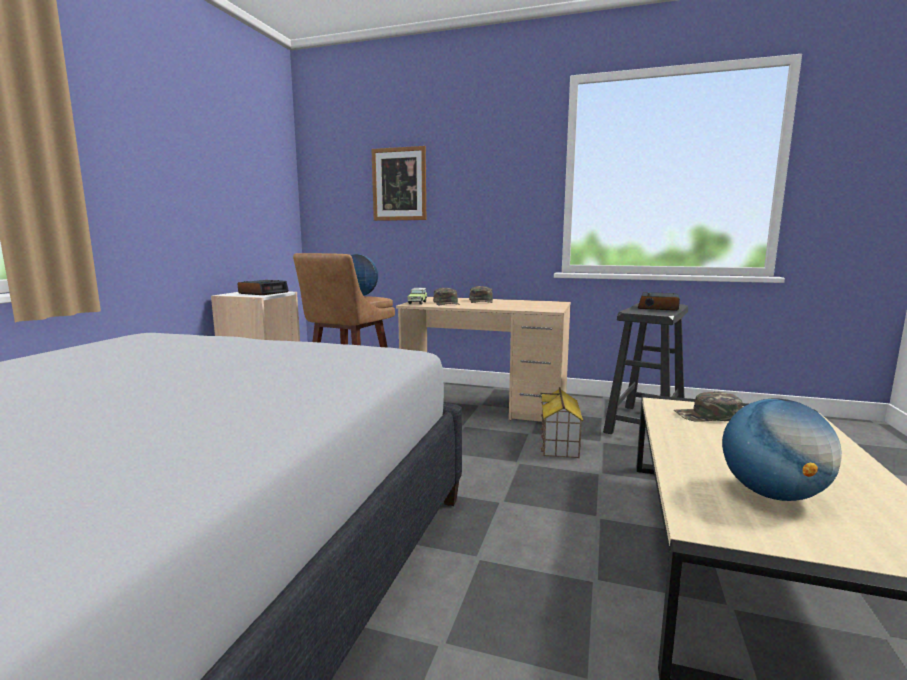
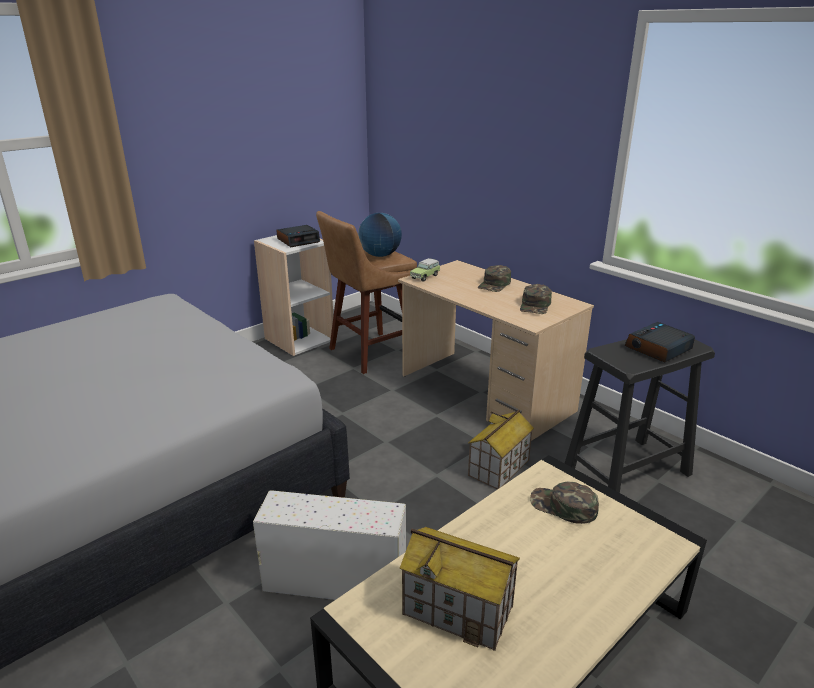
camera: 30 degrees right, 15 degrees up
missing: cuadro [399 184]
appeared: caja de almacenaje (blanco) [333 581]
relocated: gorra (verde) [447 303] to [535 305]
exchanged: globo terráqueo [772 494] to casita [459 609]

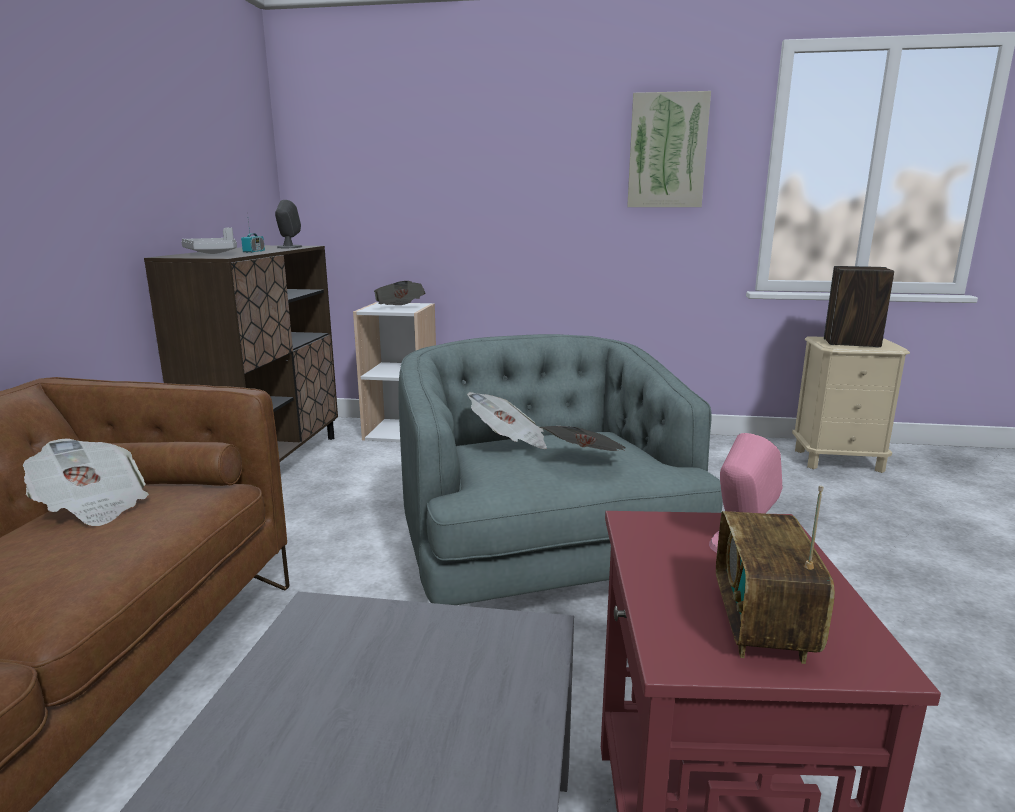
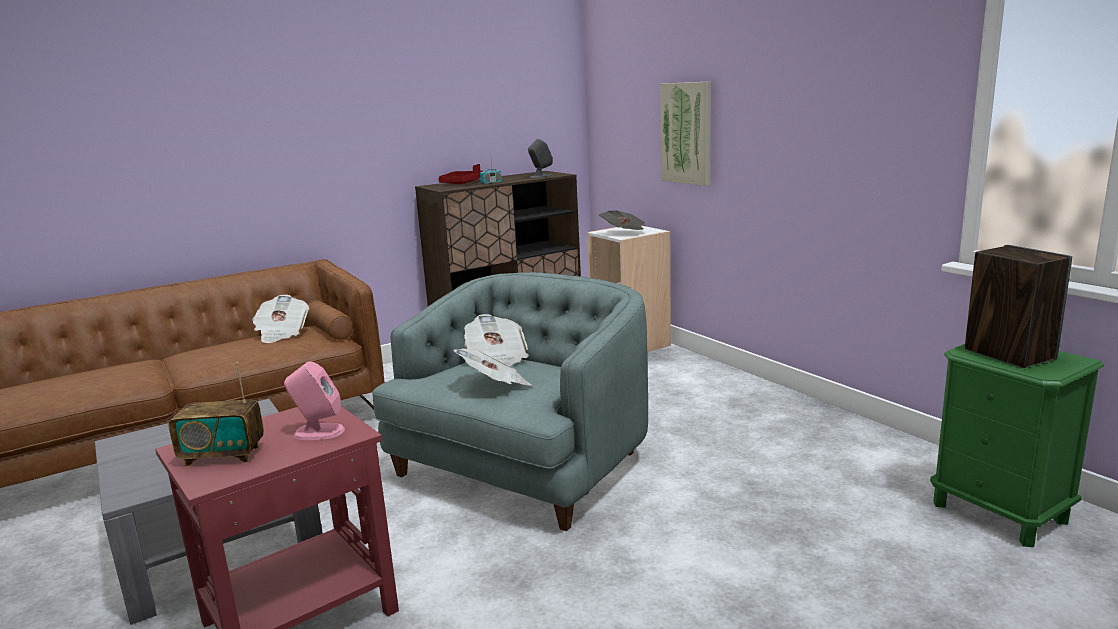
camera: 50 degrees right, 0 degrees up
relocated: cuadro [667 151] to [687 133]
colour: bandeja (gris) [212 253] to bandeja (rojo) [462 183]; mesita de noche (beis) [838 460] to mesita de noche (verde) [999 512]
spun: radio [762 625] = [223 455] 150 degrees counterclockwise

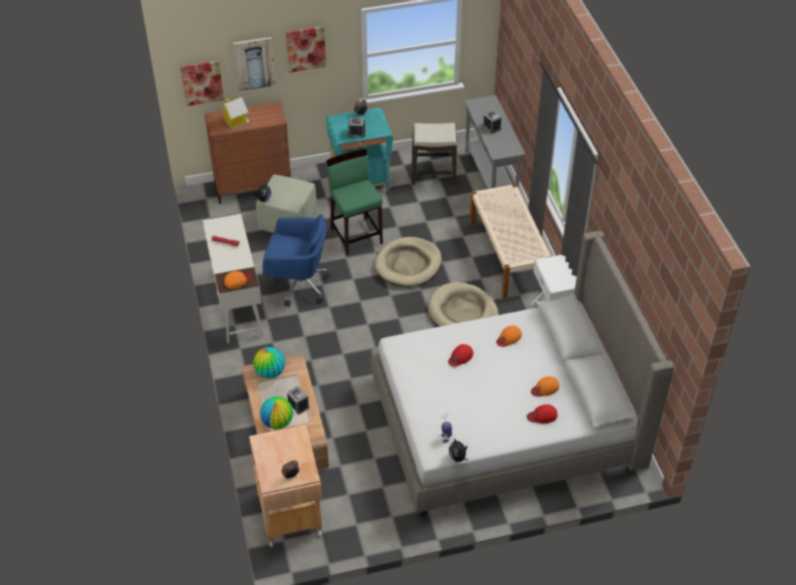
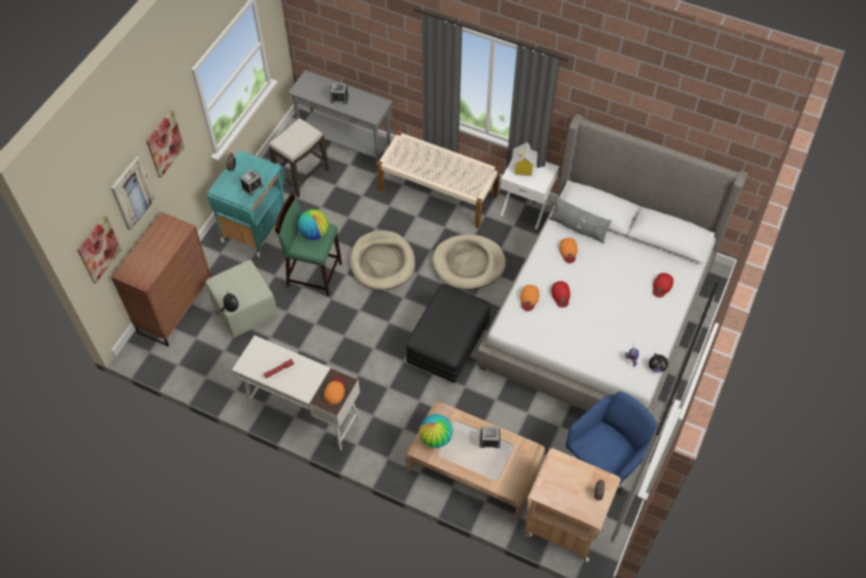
camera: 50 degrees left, 10 degrees up
appeared: puf (negro) [448 344]; cojín (gris) [578 228]
relocated: casita [235 121] to [523 168]; globo terráqueo [278 422] to [315 233]; silla de oficina (azul) [298 287] to [603 467]; gorra (naranja) [545 388] to [529 298]

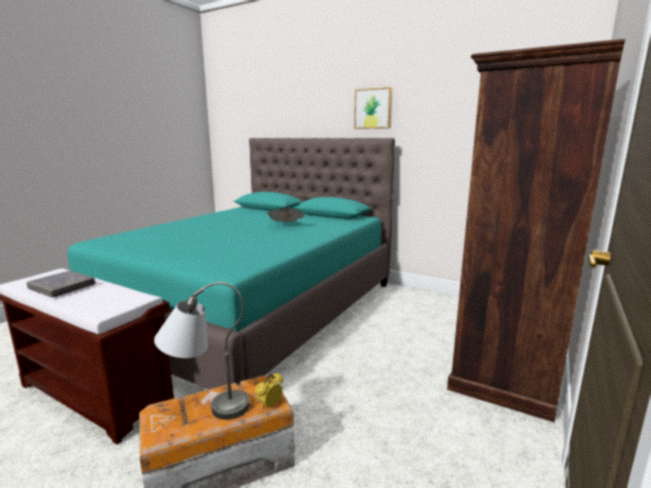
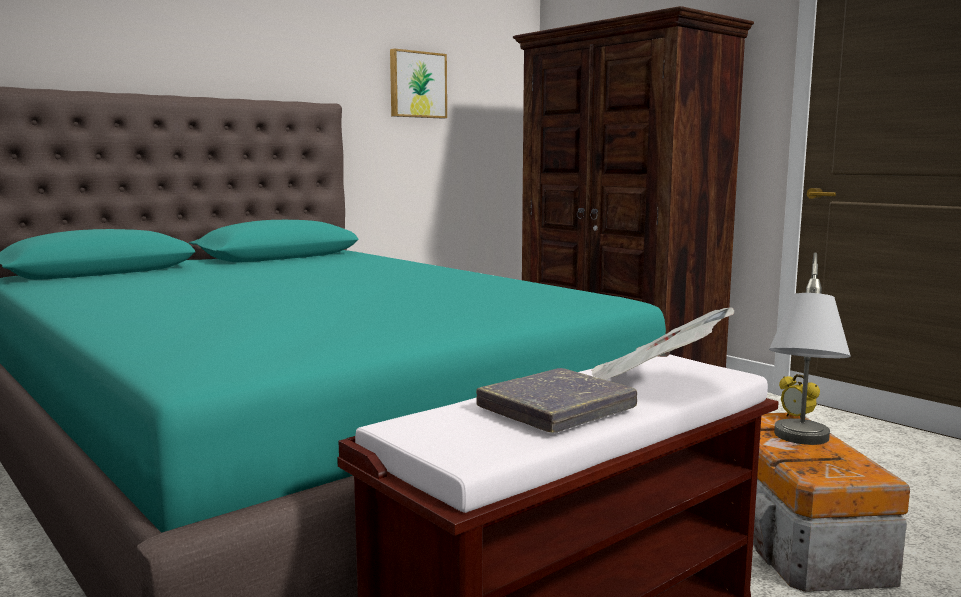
camera: 70 degrees left, 5 degrees down
relocated: periódico [286 225] to [654 382]; cuadro [373 108] to [417 85]

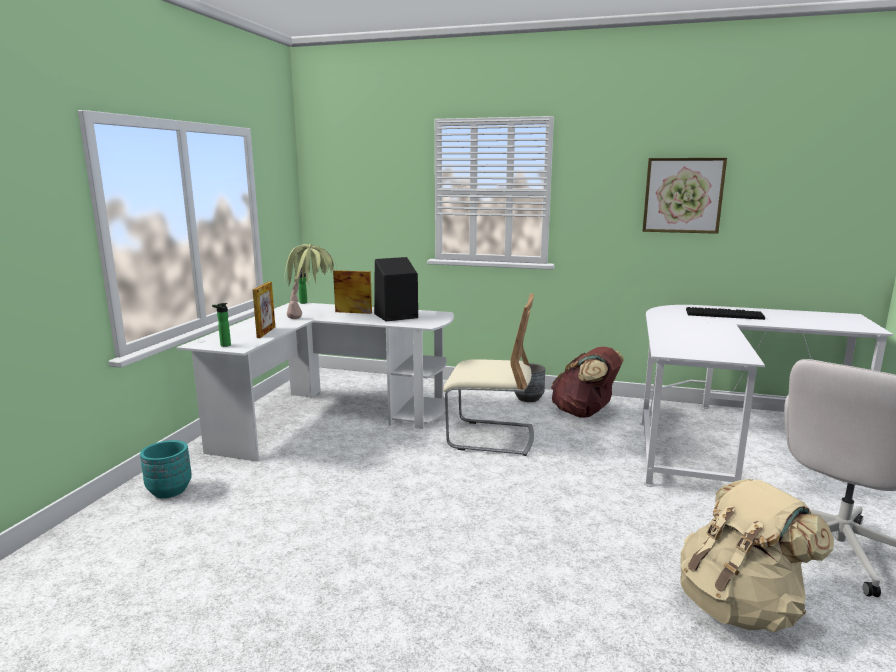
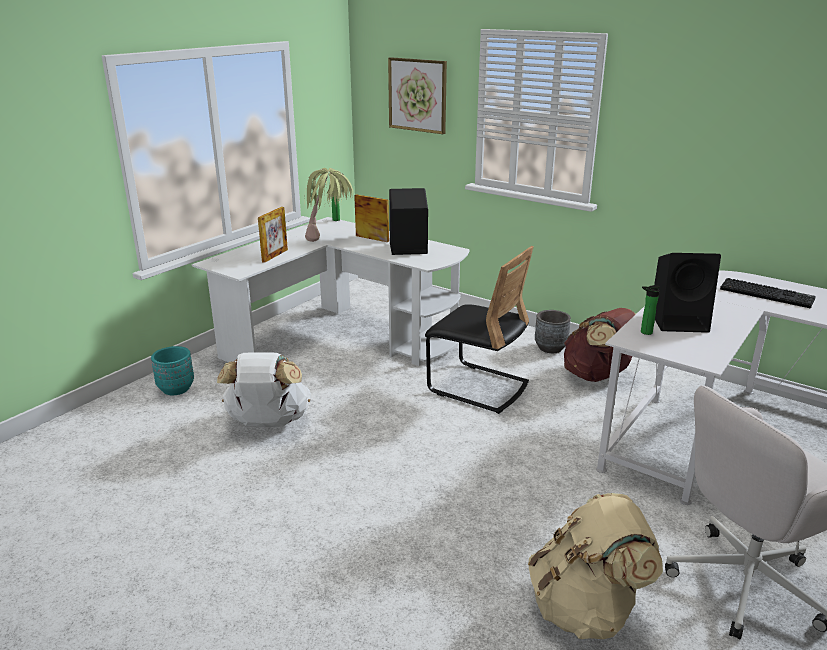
camera: 20 degrees right, 10 degrees up
appeared: mochila (blanco) [268 423]; altavoz (negro) [680 321]
relocated: botella [223 345] to [644 332]; cuadro [683 195] to [417 95]
colour: silla (beis) [490 437] to silla (negro) [478 387]

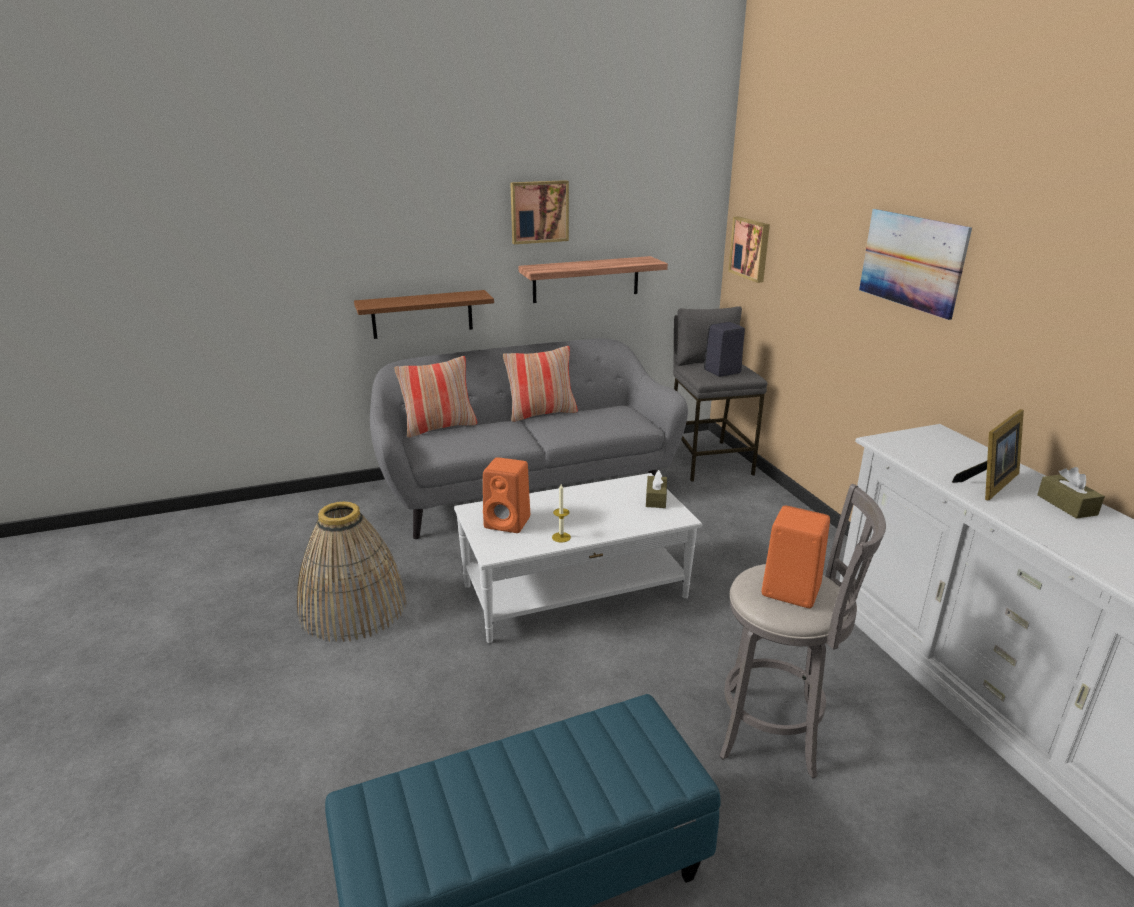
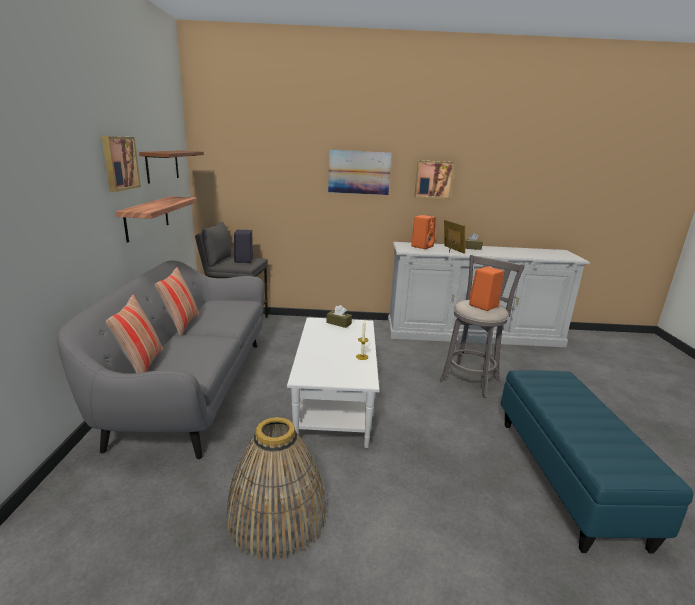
camera: 70 degrees left, 5 degrees down
relocated: estante (marrón) [422 314] to [162 165]; altavoz (naranja) [509 522] to [422 246]; cuadro [751 248] to [433 179]

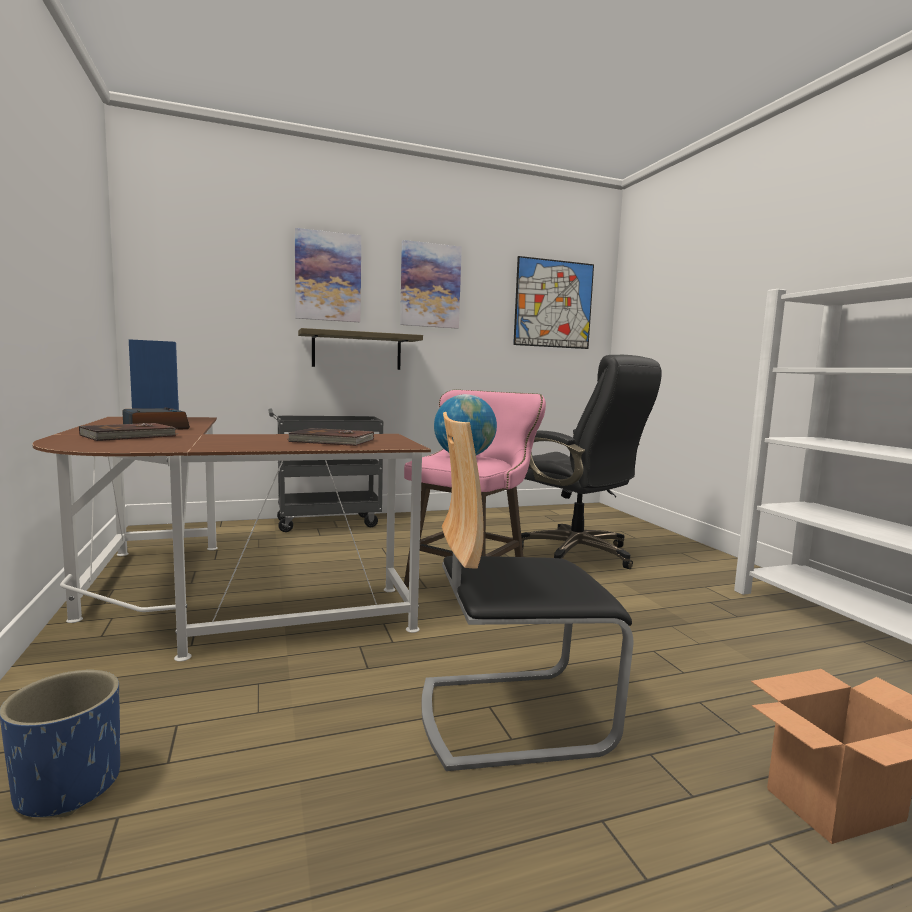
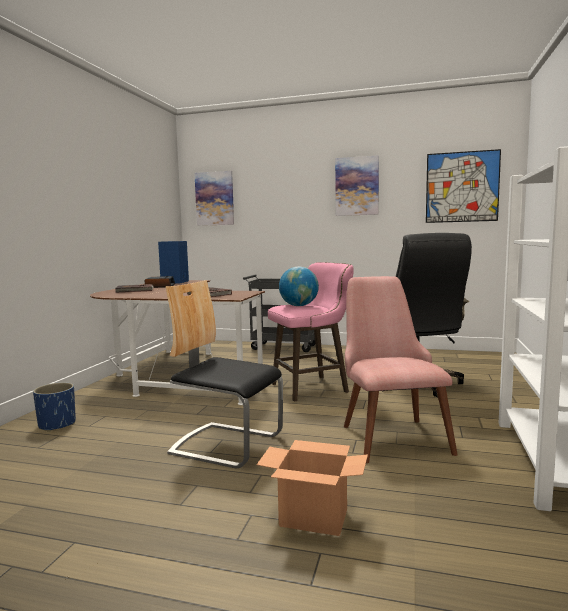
camera: 35 degrees right, 0 degrees up
missing: estante [357 351]
appeared: silla (rosa) [389 433]
relocated: cuadro [328 277] to [214 198]

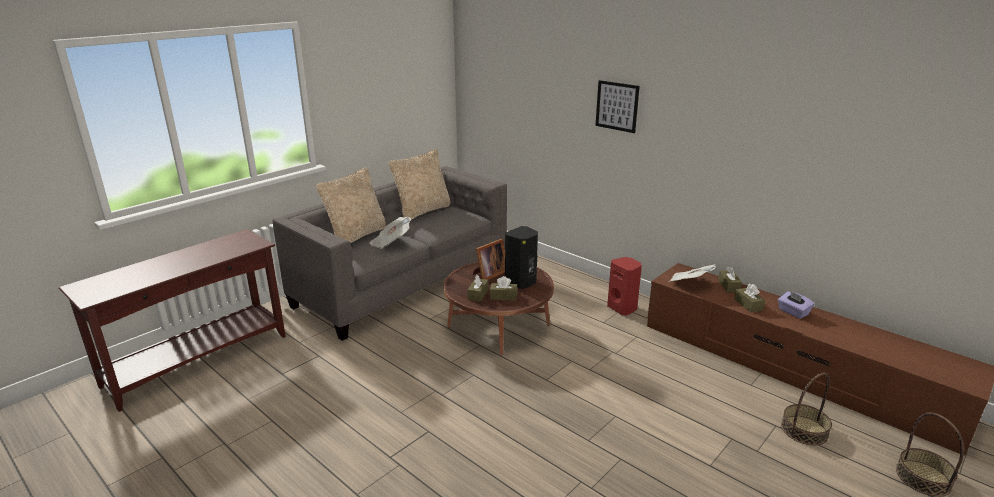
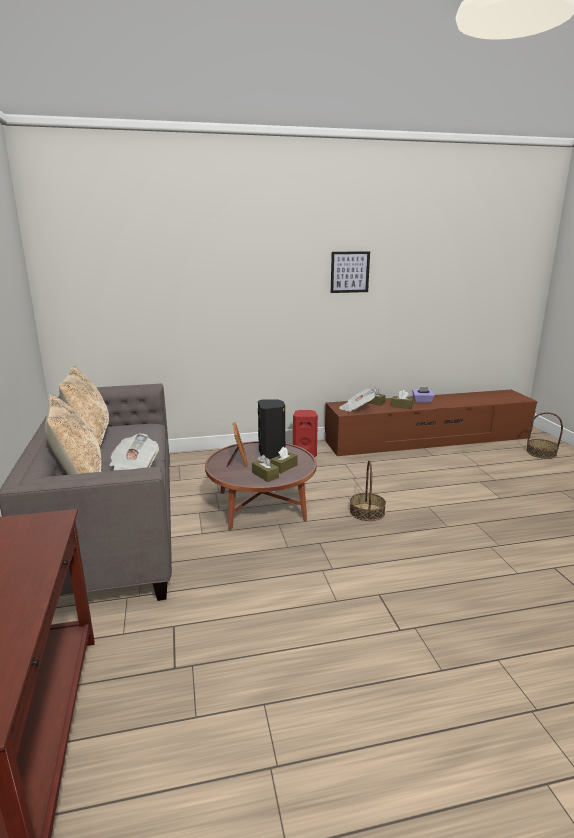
camera: 55 degrees left, 5 degrees down
relocated: cuadro [617 106] to [349 272]; cesta [804 430] to [367 512]

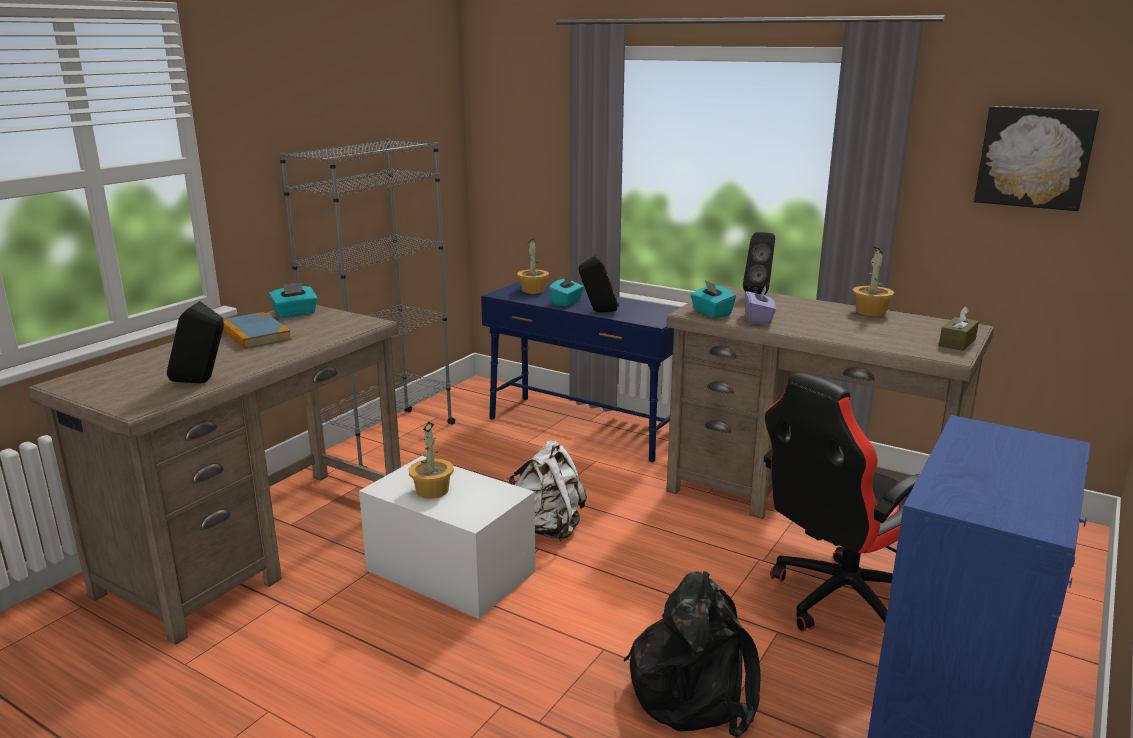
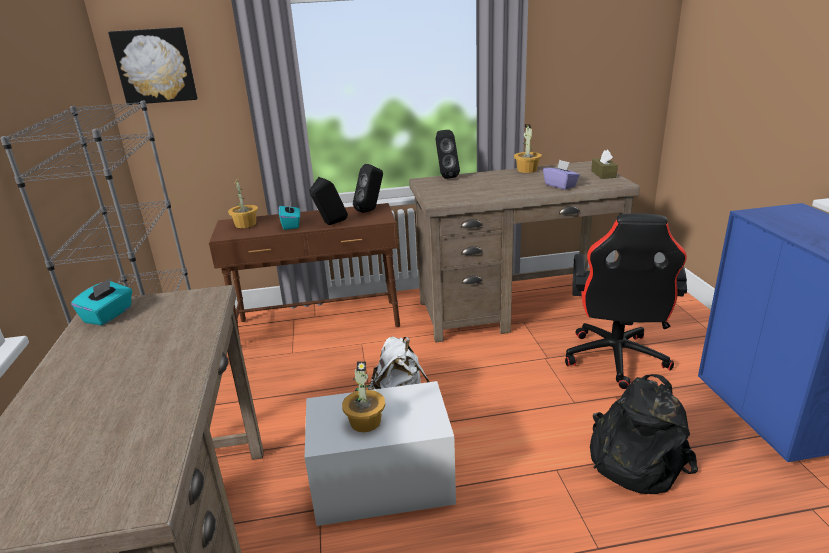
camera: 40 degrees left, 5 degrees up
missing: libro [254 334]; caja de pañuelos (turquesa) [711 313]
relocated: altavoz (negro) [203 382] to [371 210]; caja de pañuelos (morado) [758 319] to [560 185]; cuadro [1034 157] to [155 66]
colour: mesa consola (azul) [583 429] to mesa consola (marrón) [319 324]

